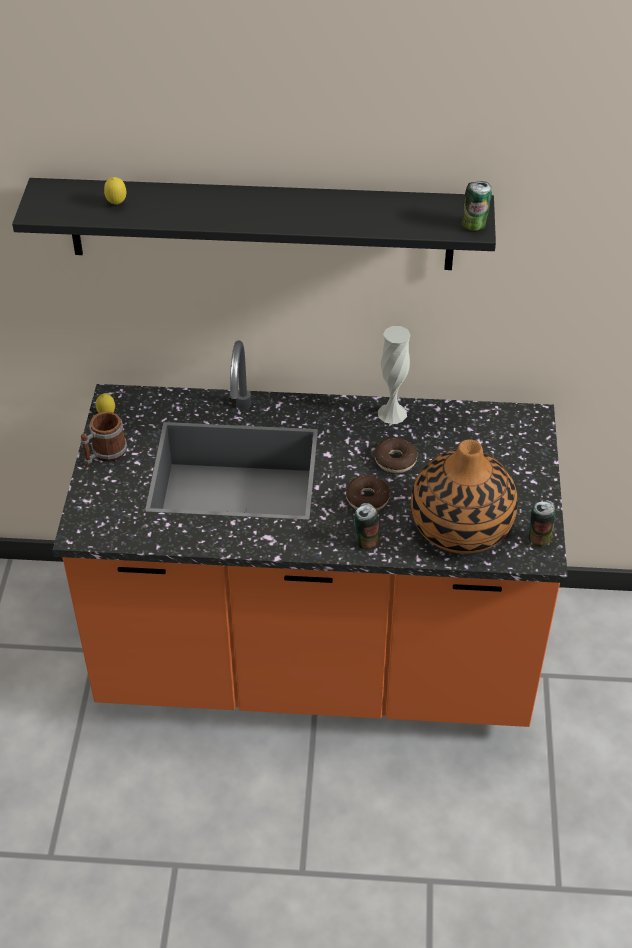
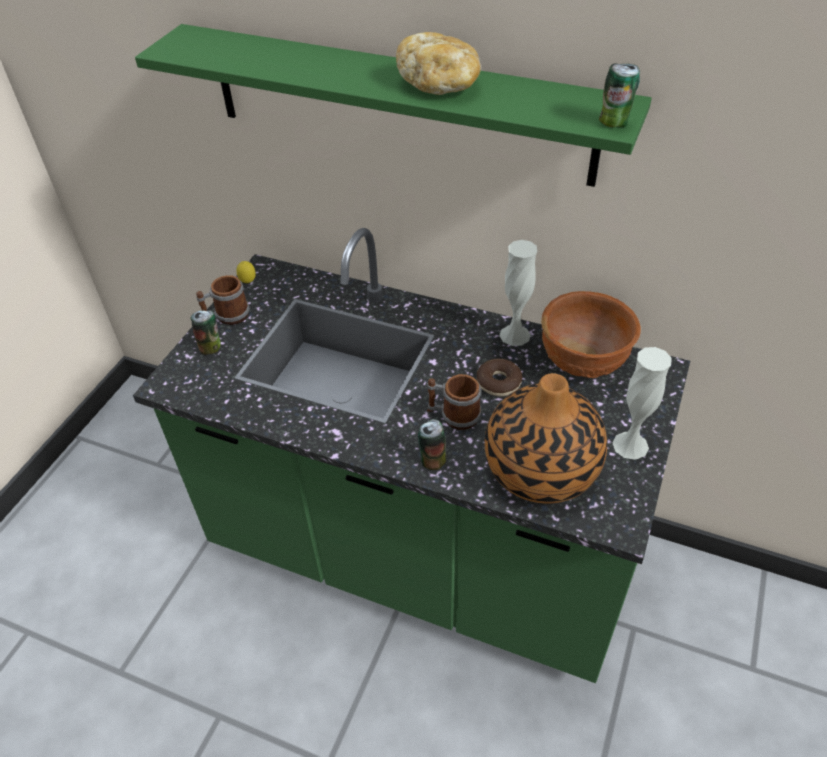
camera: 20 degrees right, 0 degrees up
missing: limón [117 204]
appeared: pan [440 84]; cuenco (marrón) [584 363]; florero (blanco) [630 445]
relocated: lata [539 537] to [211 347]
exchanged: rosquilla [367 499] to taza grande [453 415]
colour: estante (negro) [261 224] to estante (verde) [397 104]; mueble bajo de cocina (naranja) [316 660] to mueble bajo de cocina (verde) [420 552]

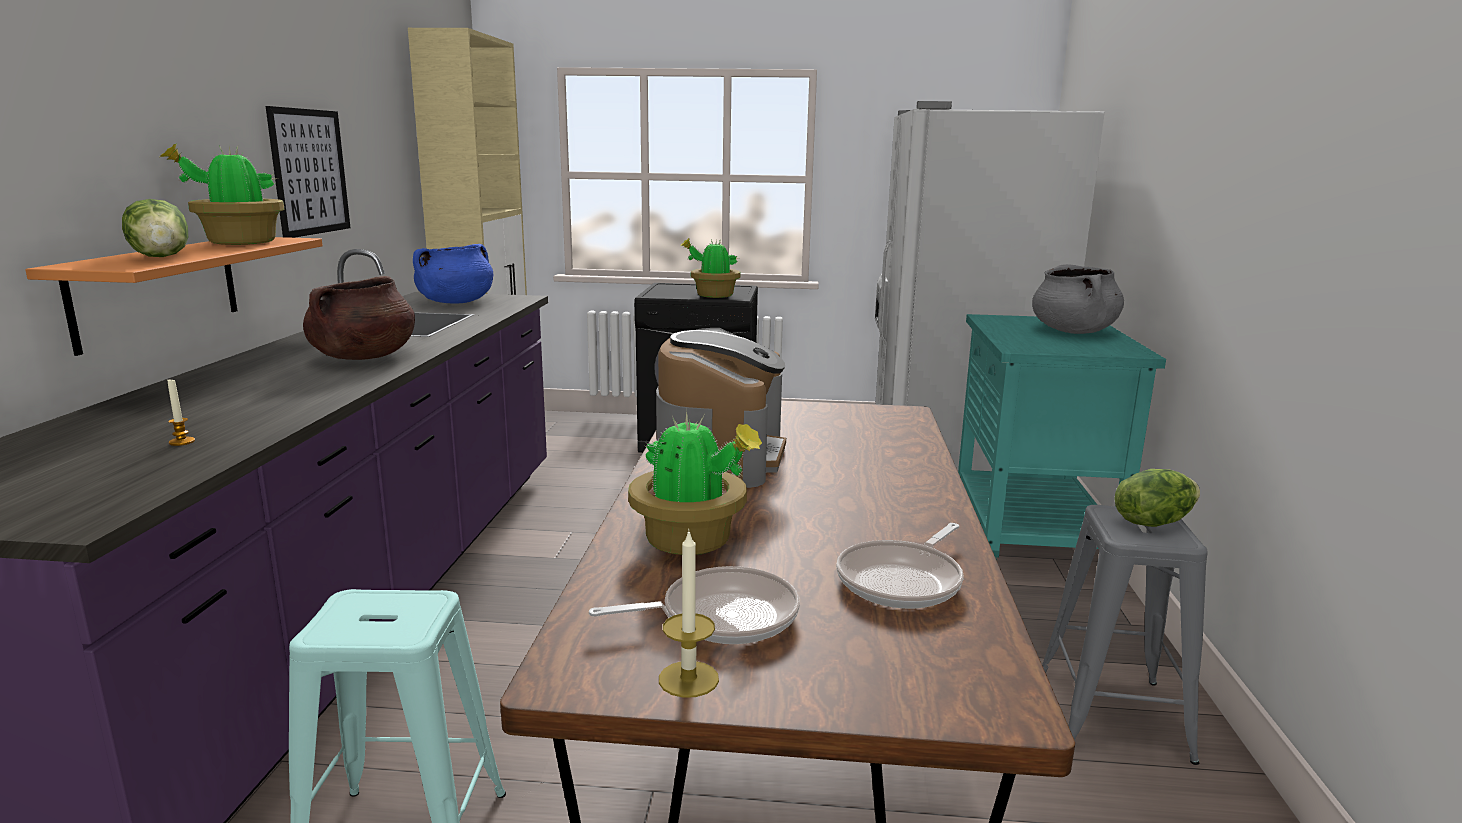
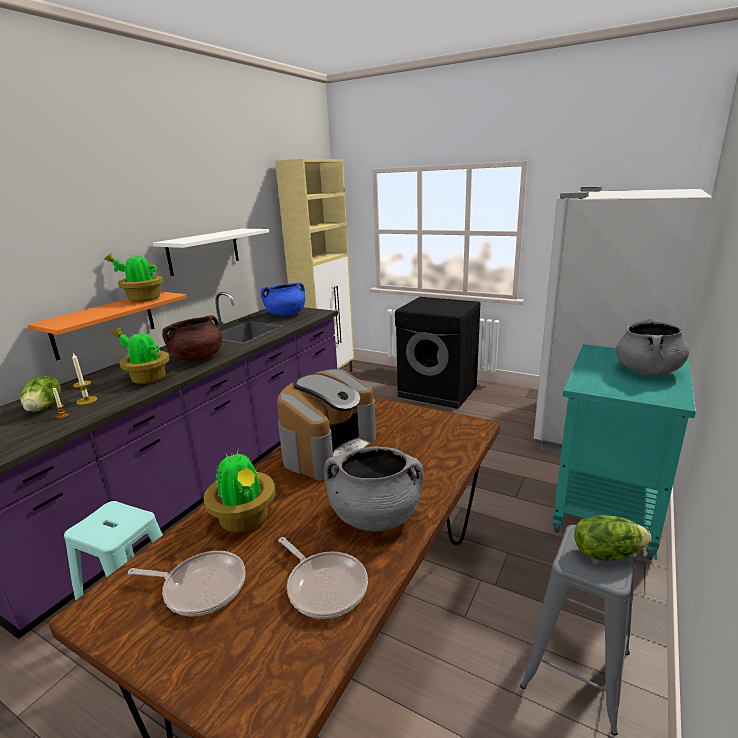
camera: 25 degrees right, 5 degrees up
appeared: olla (gris) [375 516]
relocated: lechuga [162 257] to [45 407]; vela [688 679] to [87 400]; planta en maceta [713 296] to [147 378]
exchanged: cuadro [310 172] to estante (blanco) [204 251]
spun: sartén [903 581] = [324 586] 105 degrees counterclockwise

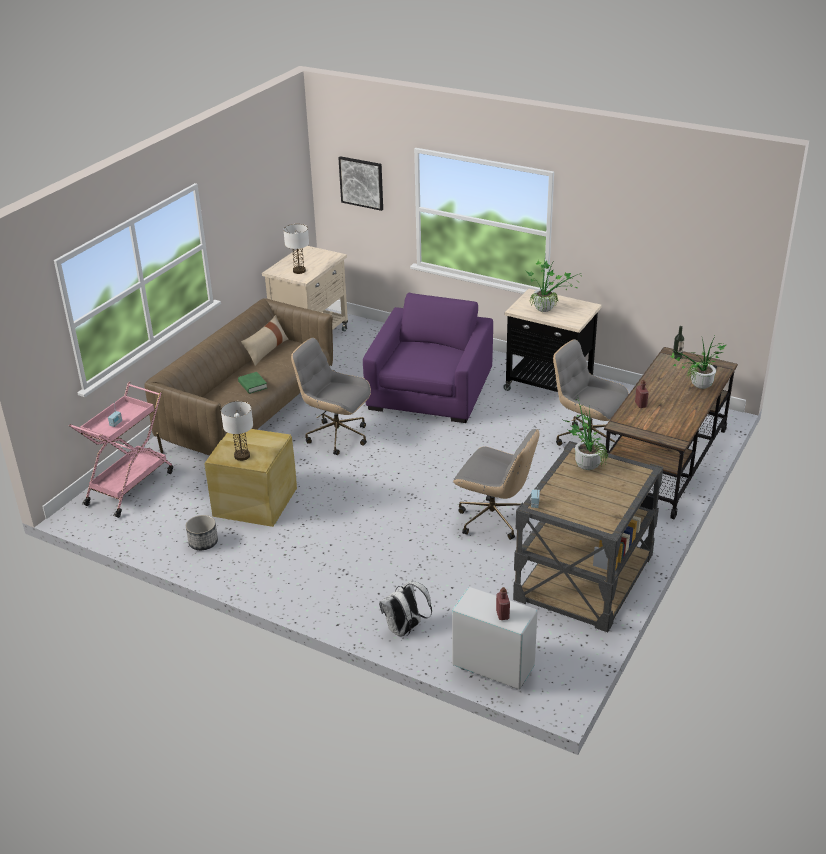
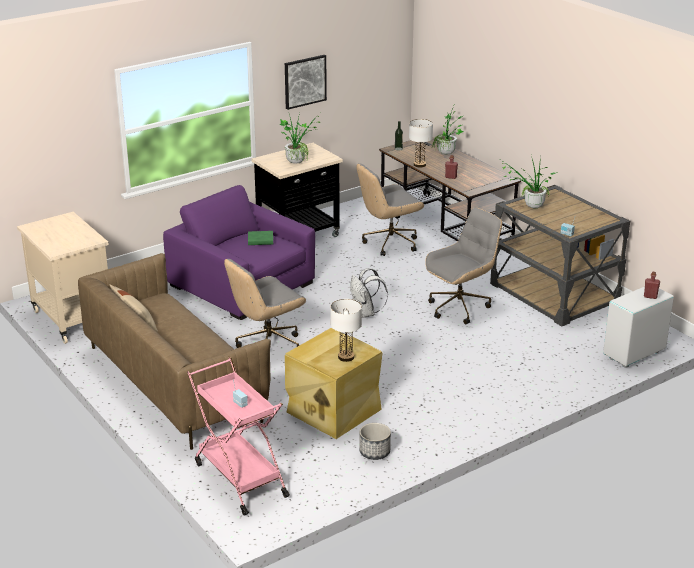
camera: 65 degrees left, 5 degrees down
relocated: libro (verde) [252 385] to [260 241]; lámpara de mesa [299 271] to [419 165]; cuadro [361 182] to [305 81]; mochila (blanco) [405 629] to [366 313]

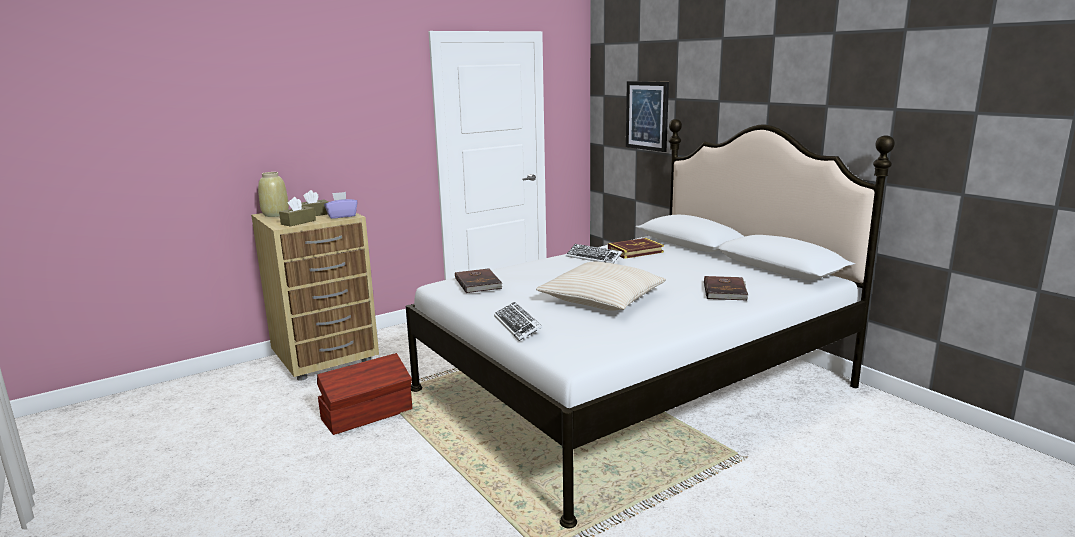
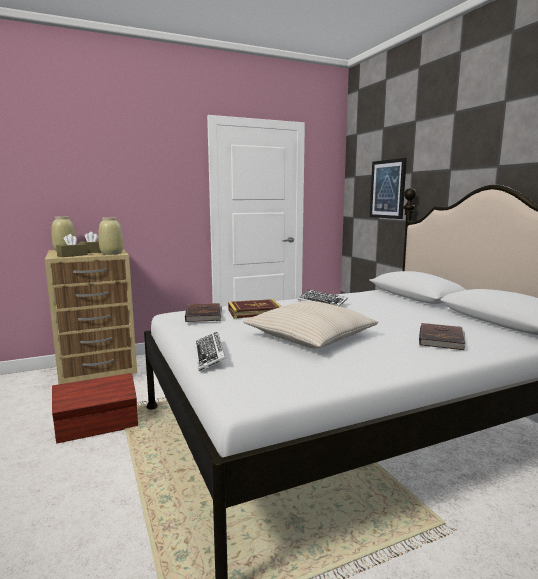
camera: 10 degrees right, 5 degrees down
relocated: libro [635 251] to [254 312]
exchanged: caja de pañuelos (morado) [341 216] to florero (beis) [111 253]

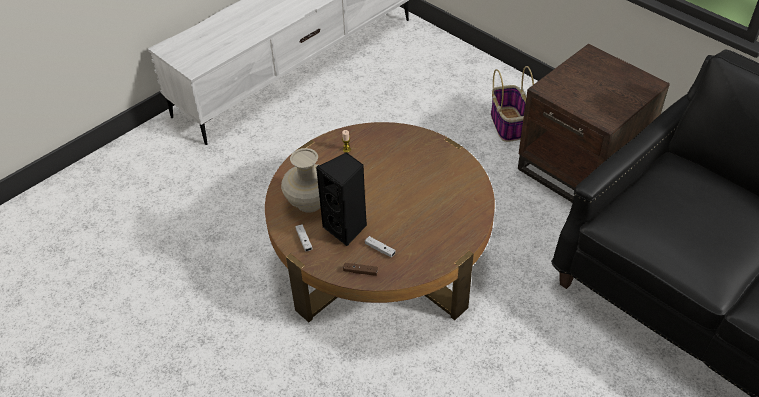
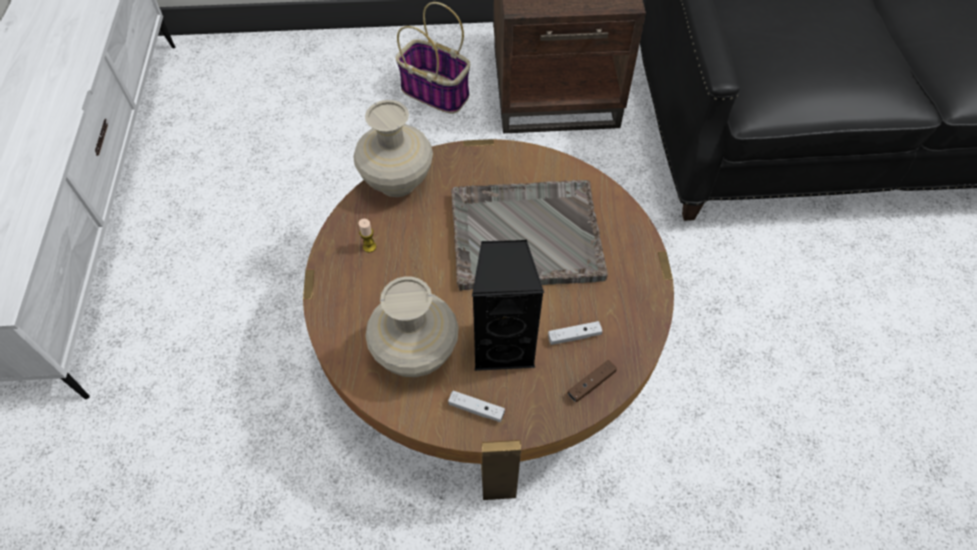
camera: 50 degrees left, 10 degrees up
appeared: florero (beis) [397 181]; bandeja (gris) [524 236]

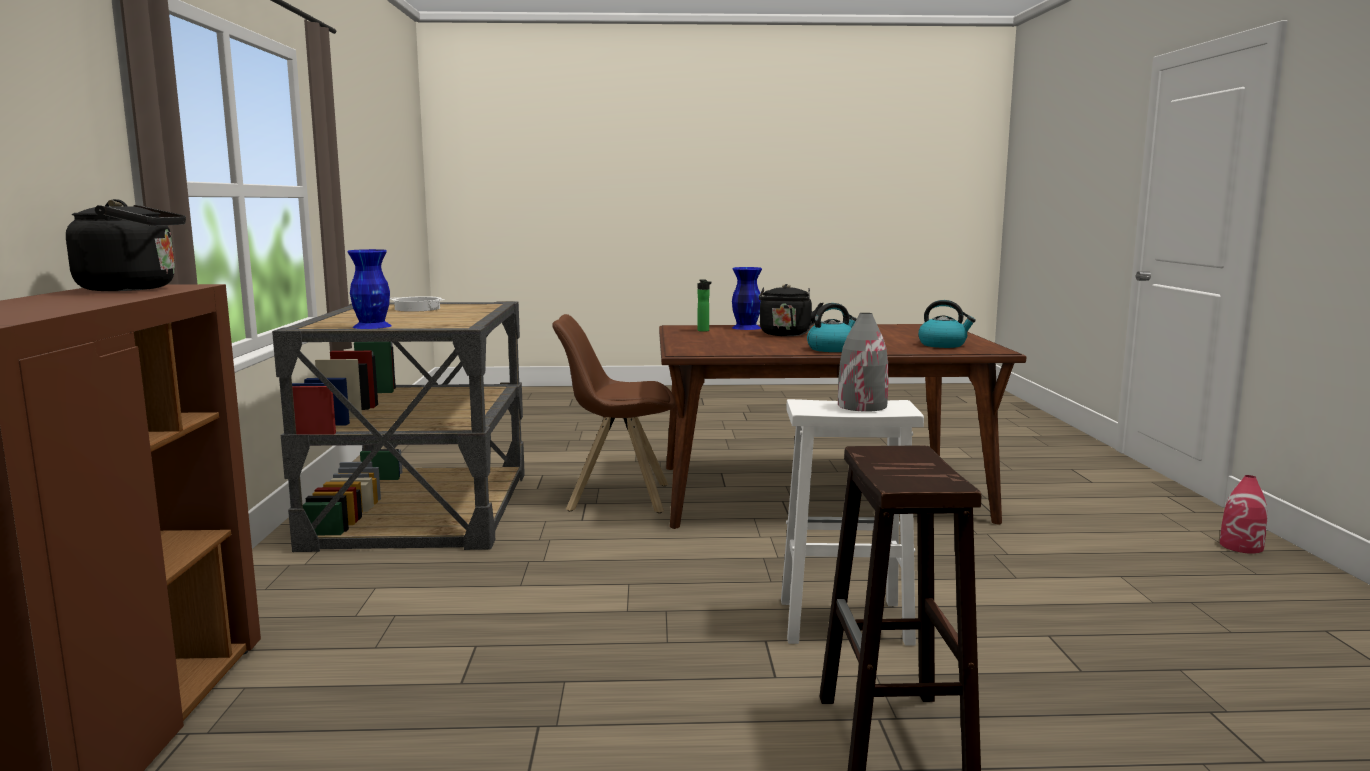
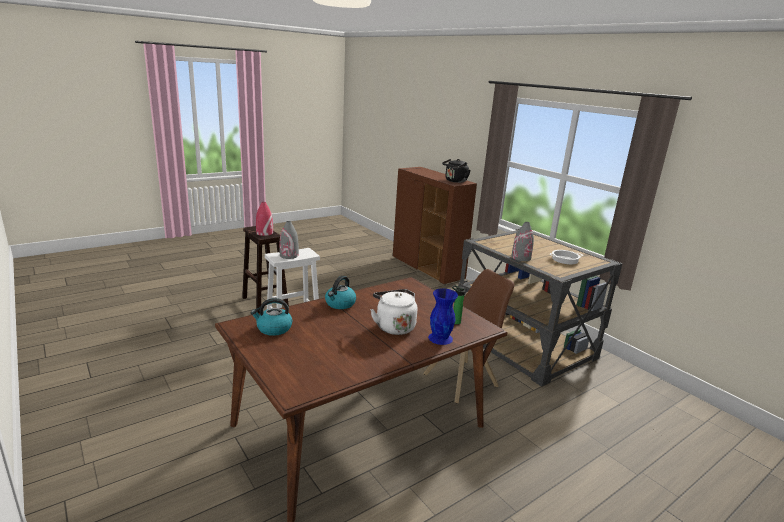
camera: 145 degrees right, 10 degrees up
missing: florero (azul) [372 326]
appeared: florero (gris) [521 257]
relocated: florero (rojo) [1241 546] to [264 233]
colour: hervidor (negro) [785 335] to hervidor (blanco) [394 326]

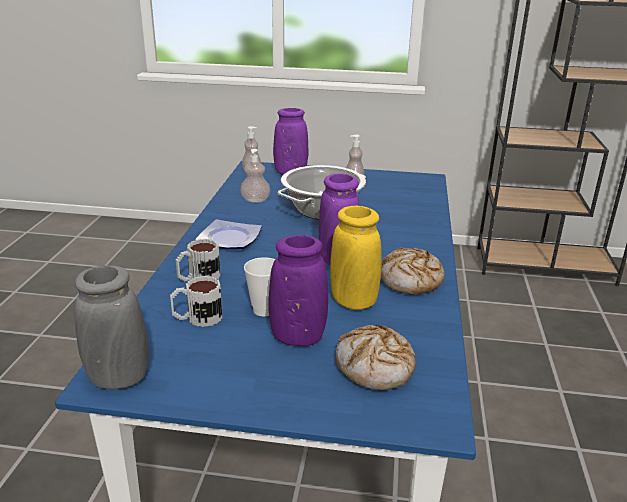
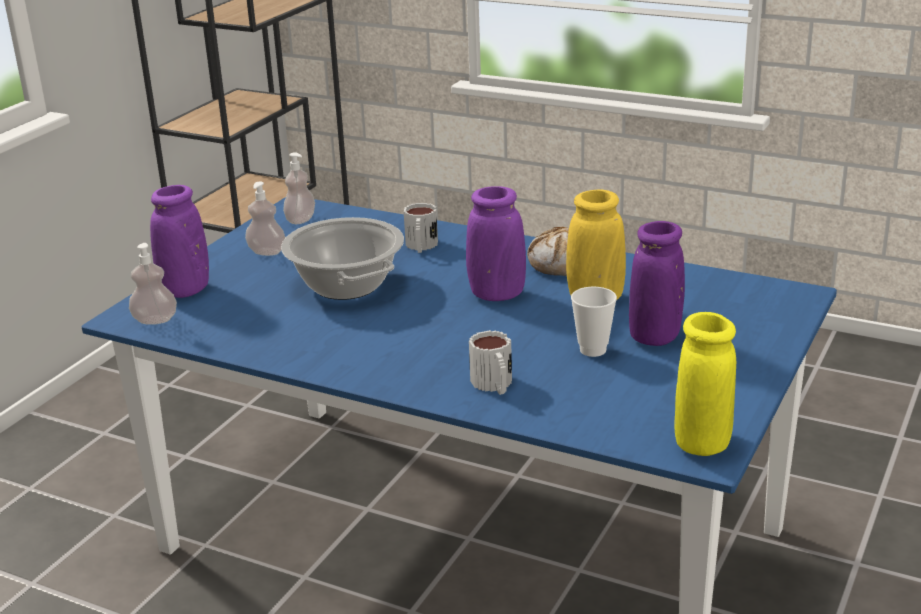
camera: 70 degrees left, 0 degrees up
missing: plato [228 239]; pan [375 367]
relocated: taza grande [197 318] to [421 246]; dispensador de jabón [255 200] to [300 220]
colour: florero (gris) [118 378] to florero (amarillo) [702 443]

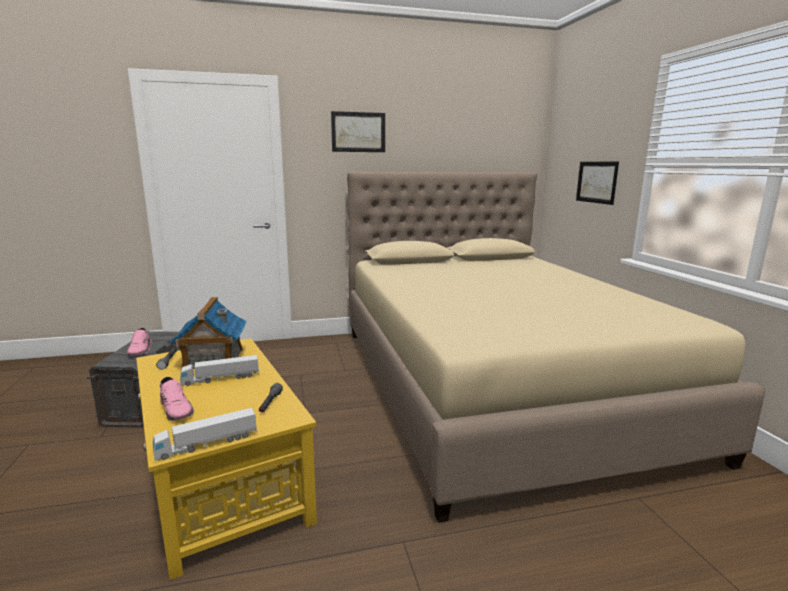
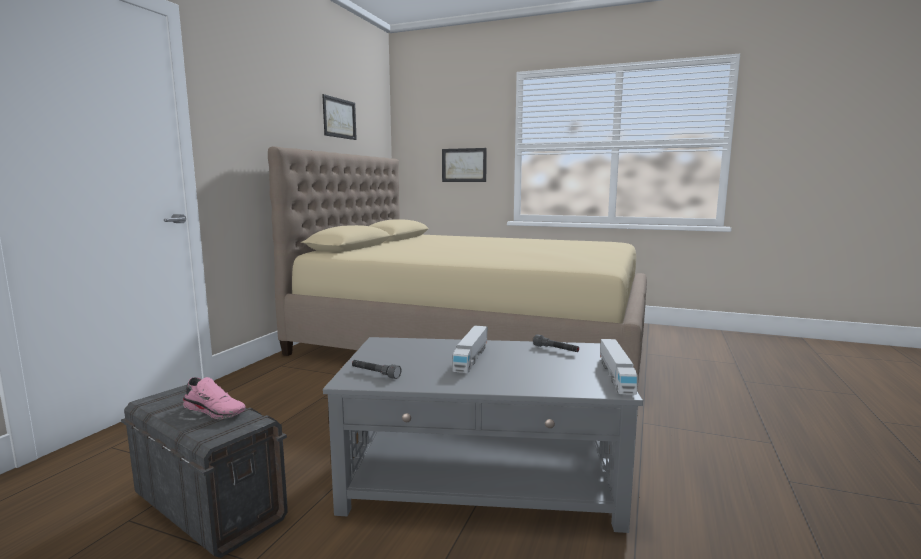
camera: 55 degrees left, 5 degrees down
missing: zapato (rosa) [177 409]; casita [213 359]
relocated: cuadro [358 132] to [339 118]
colour: mesa de centro (amarillo) [223 477] to mesa de centro (gris) [483 478]

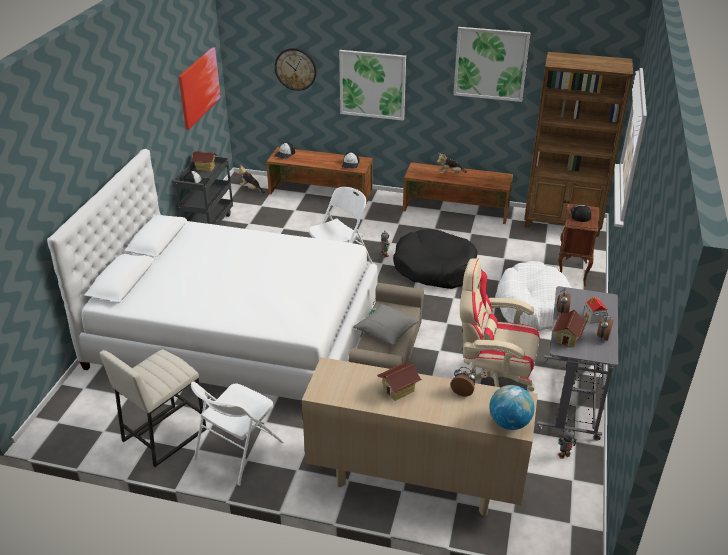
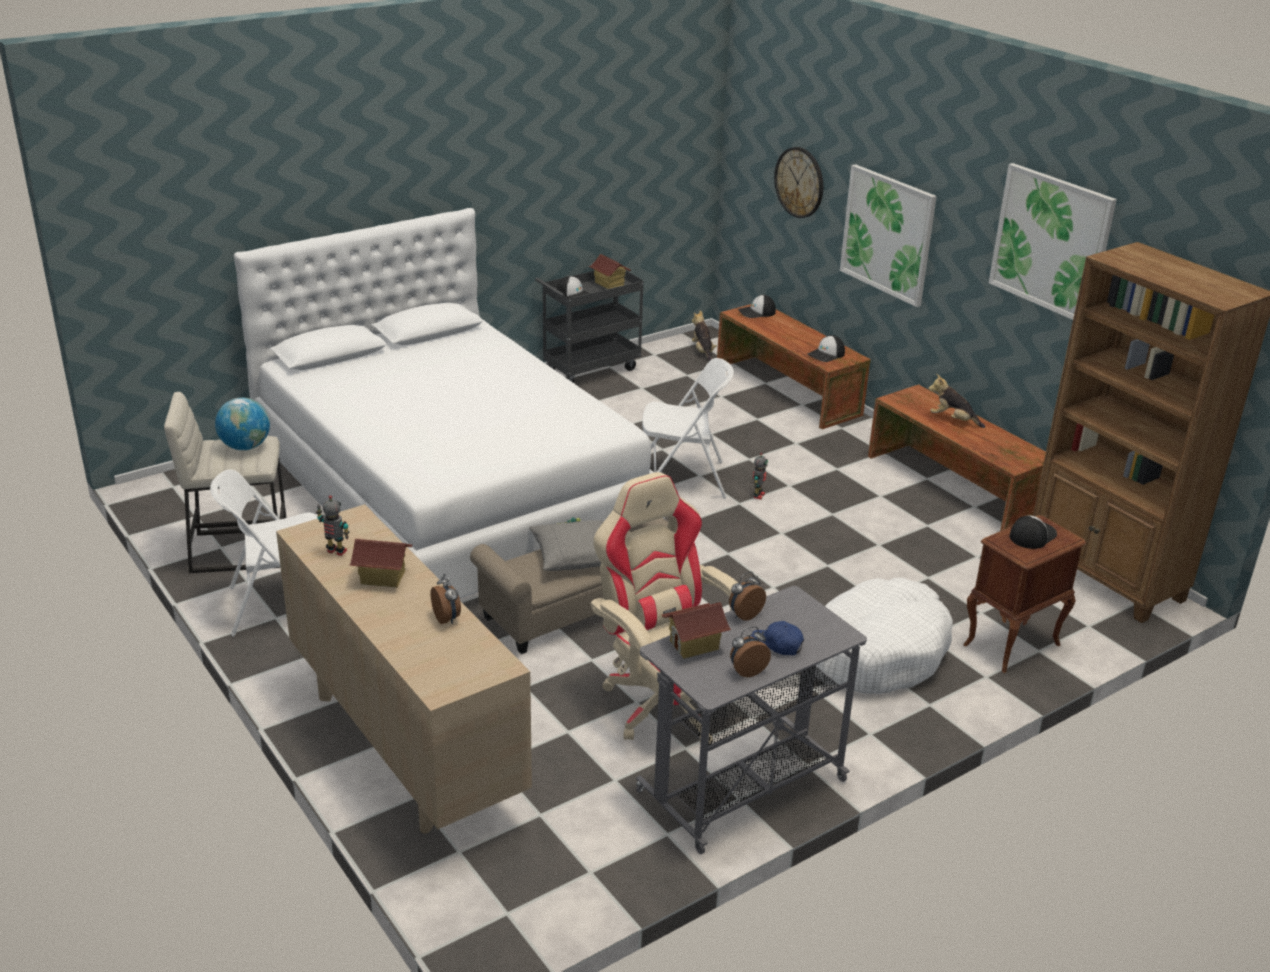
camera: 40 degrees right, 5 degrees down
missing: cuadro [198 87]; cama para perro (negro) [435 268]
relocated: globo terráqueo [509 423] to [245 446]; robot de juguete [564 456] to [336 552]
exchanged: casita [594 318] to gorra (azul) [777 645]

